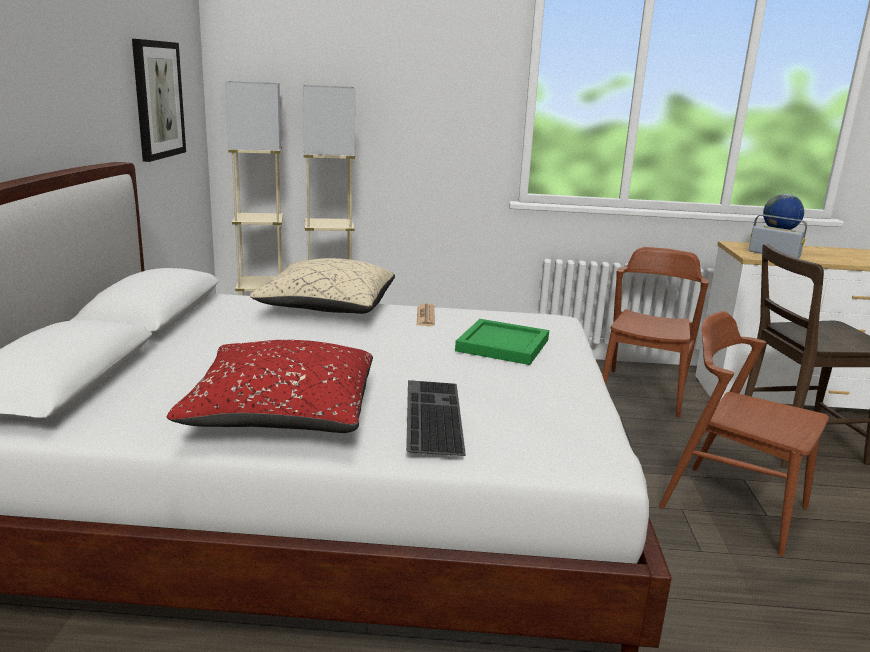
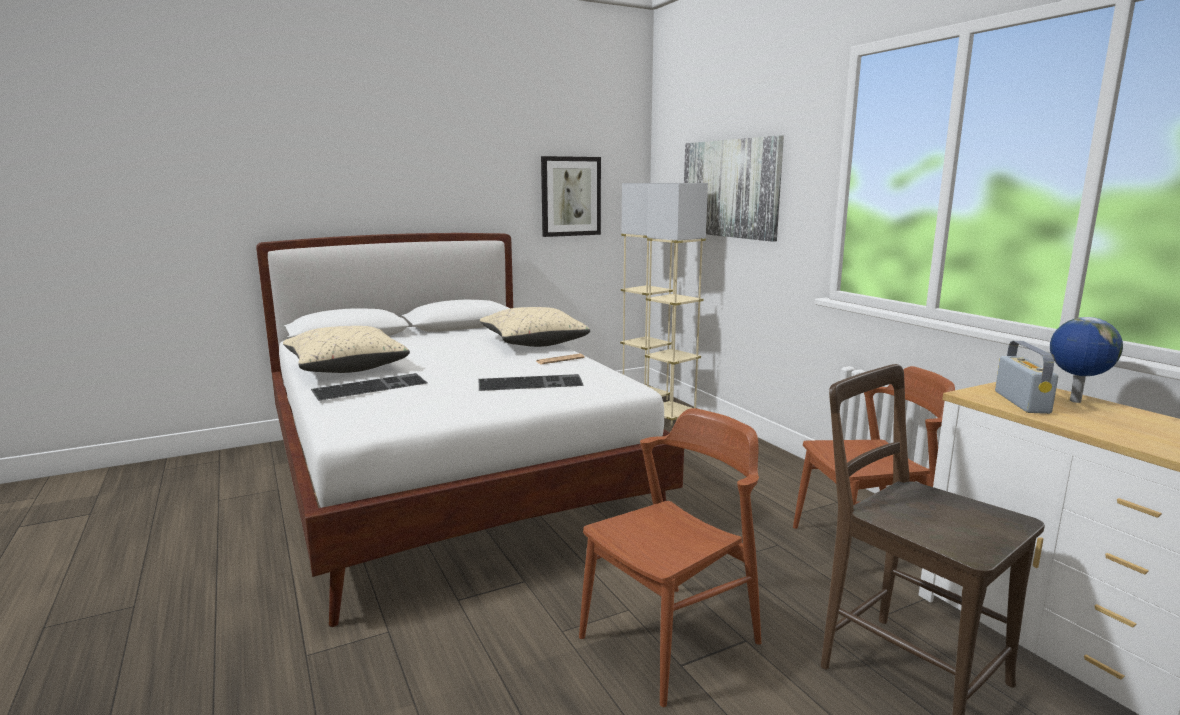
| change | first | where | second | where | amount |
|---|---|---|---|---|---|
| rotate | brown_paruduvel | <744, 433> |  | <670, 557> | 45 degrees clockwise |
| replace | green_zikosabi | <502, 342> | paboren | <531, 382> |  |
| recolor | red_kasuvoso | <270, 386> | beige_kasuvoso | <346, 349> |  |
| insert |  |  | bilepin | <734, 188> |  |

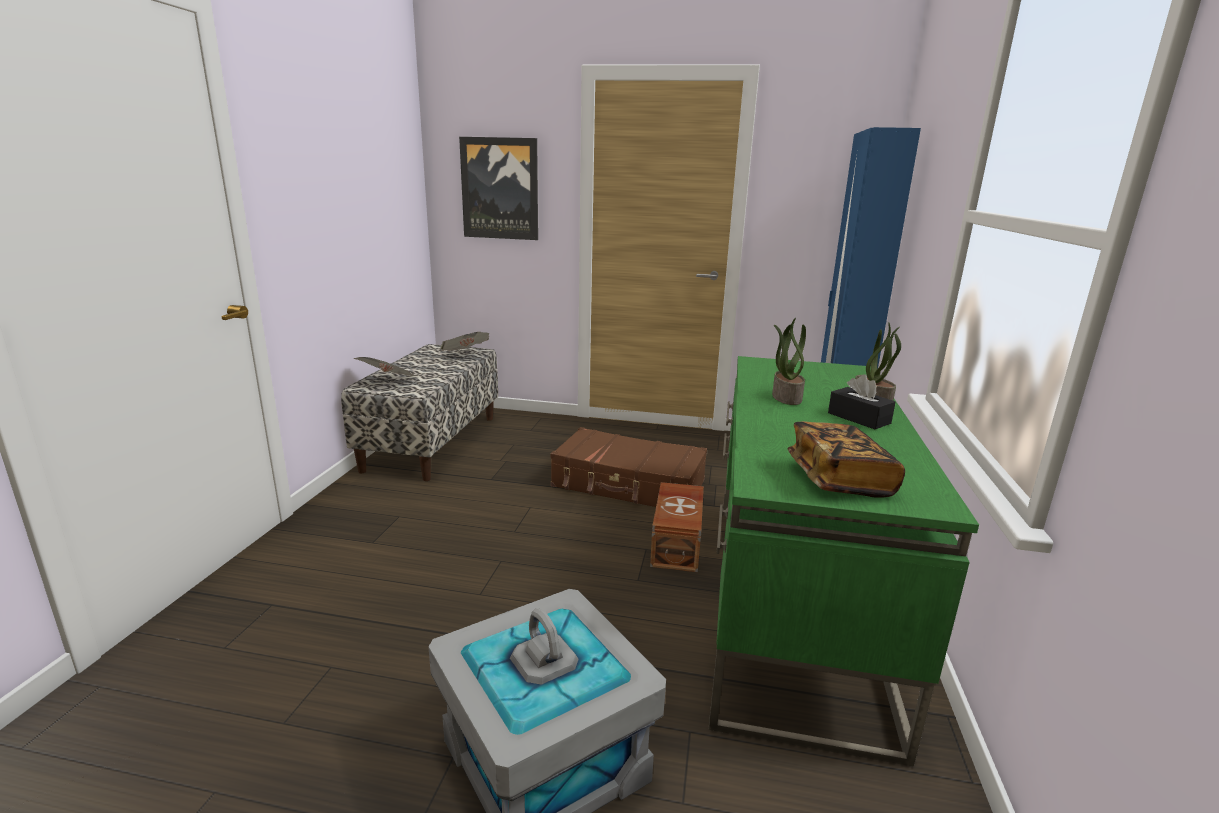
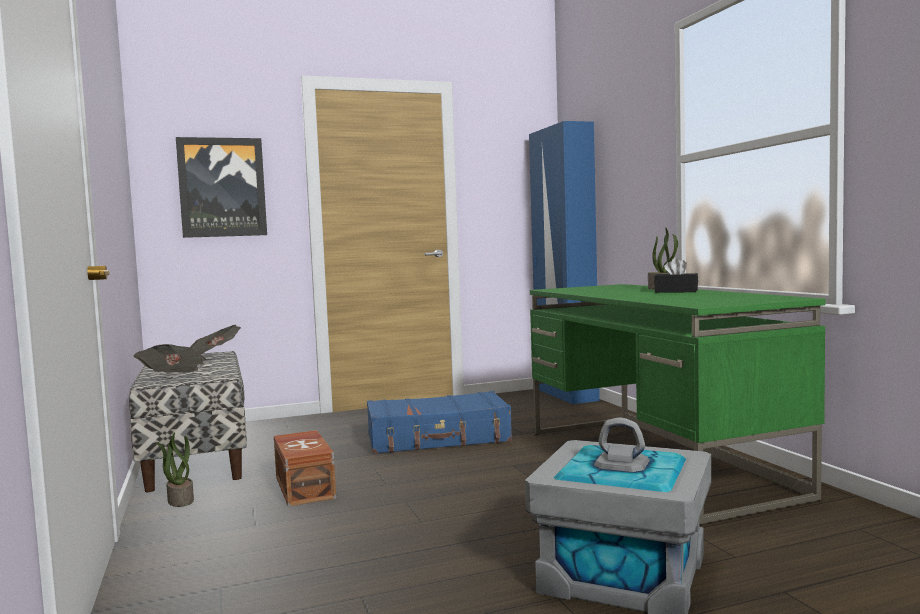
| change | first | where | second | where | amount |
|---|---|---|---|---|---|
| move | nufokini | <789, 361> |  | <174, 469> |  |
| delete | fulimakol | <846, 459> |  |  |  |
| recolor | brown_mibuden | <629, 467> | blue_mibuden | <439, 422> |  |
| move | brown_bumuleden | <677, 527> |  | <305, 468> |  |

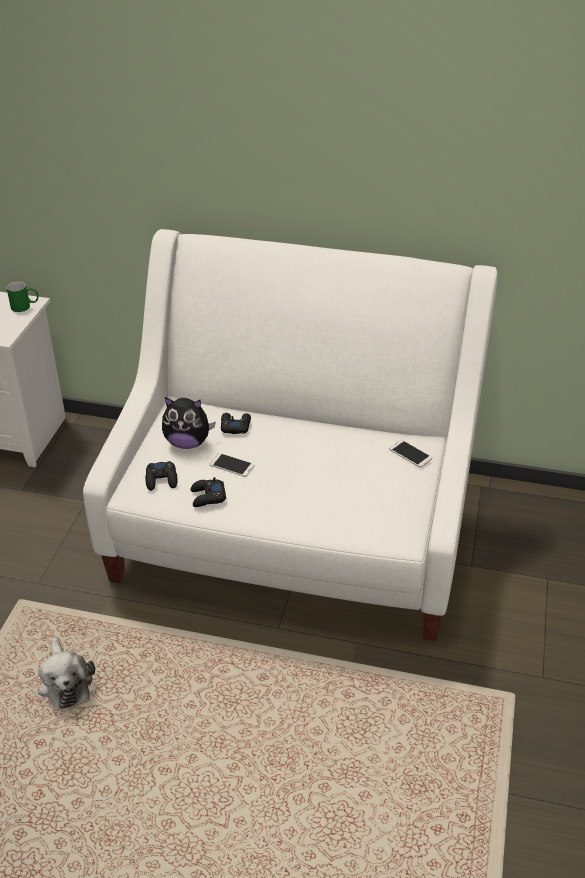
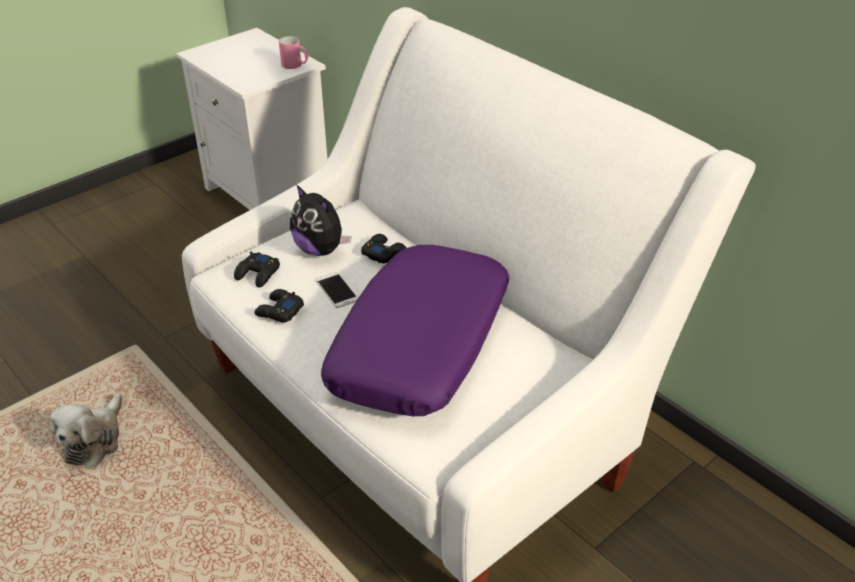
| change | first | where | second | where | amount |
|---|---|---|---|---|---|
| recolor | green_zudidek | <22, 297> | pink_zudidek | <294, 52> |  |
| delete | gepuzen | <410, 454> |  |  |  |
| insert |  |  | purple_kasuvoso | <415, 330> |  |

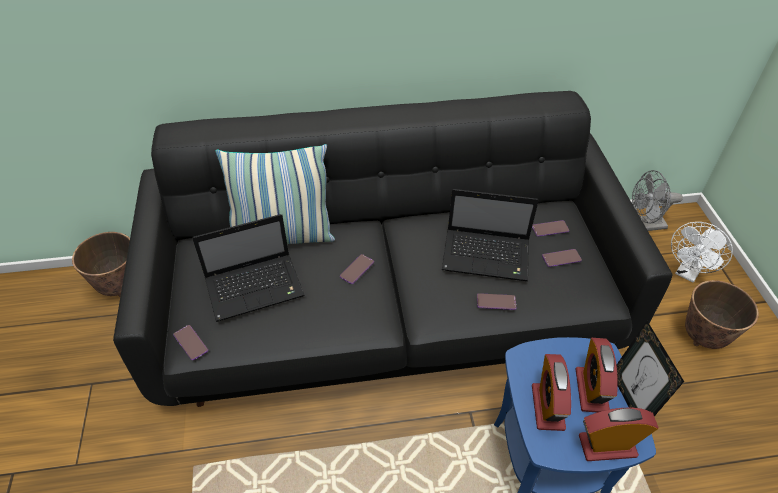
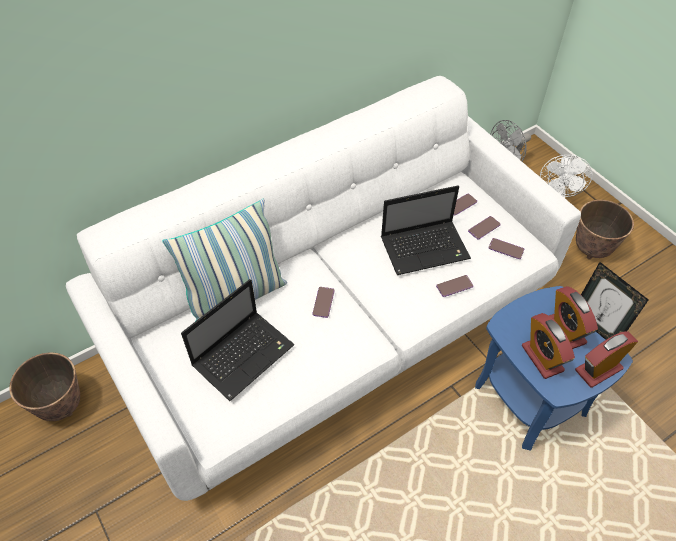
| change | first | where | second | where | amount |
|---|---|---|---|---|---|
| recolor | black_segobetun | <392, 249> | white_segobetun | <323, 288> |  |
| move | gepuzen | <191, 342> |  | <506, 248> |  |

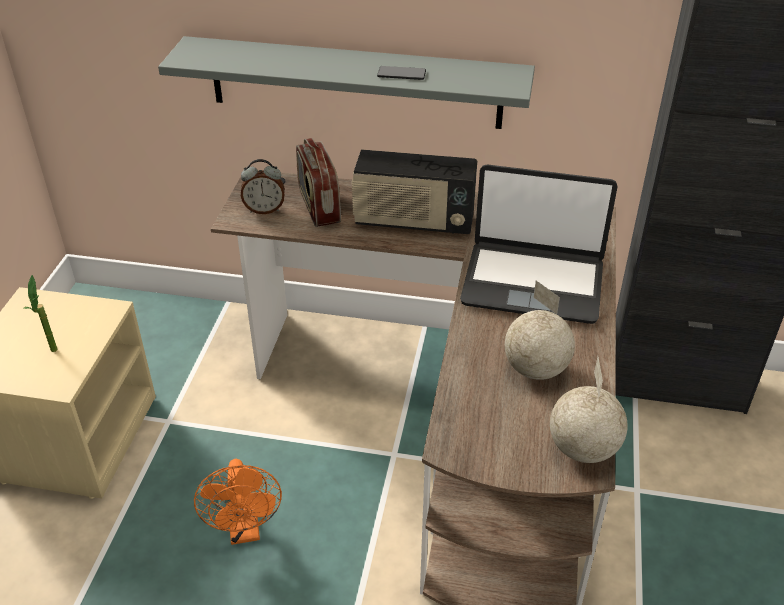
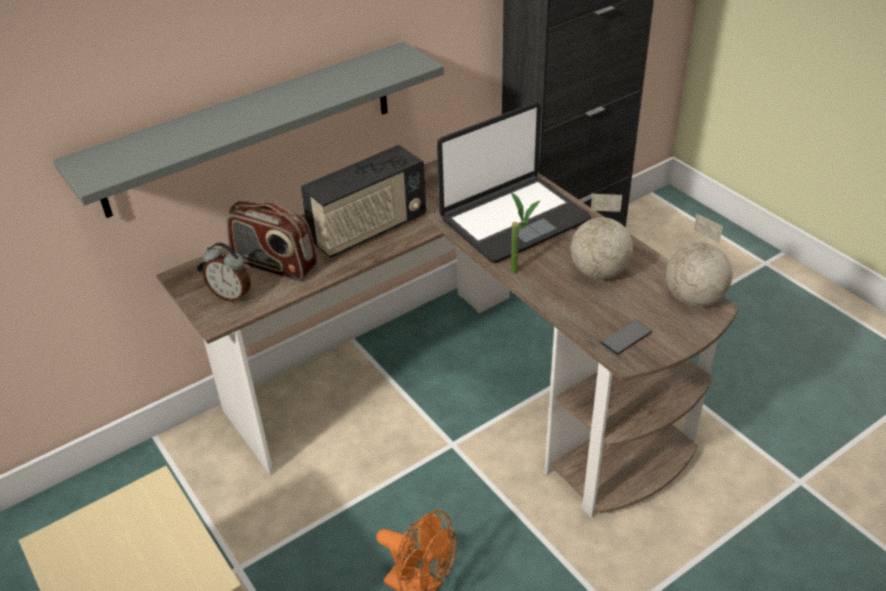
| change | first | where | second | where | amount |
|---|---|---|---|---|---|
| move | gepuzen | <401, 73> |  | <626, 337> |  |
| rotate | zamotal | <263, 186> |  | <226, 272> | 75 degrees clockwise |
| move | nufokini | <40, 313> |  | <525, 233> |  |

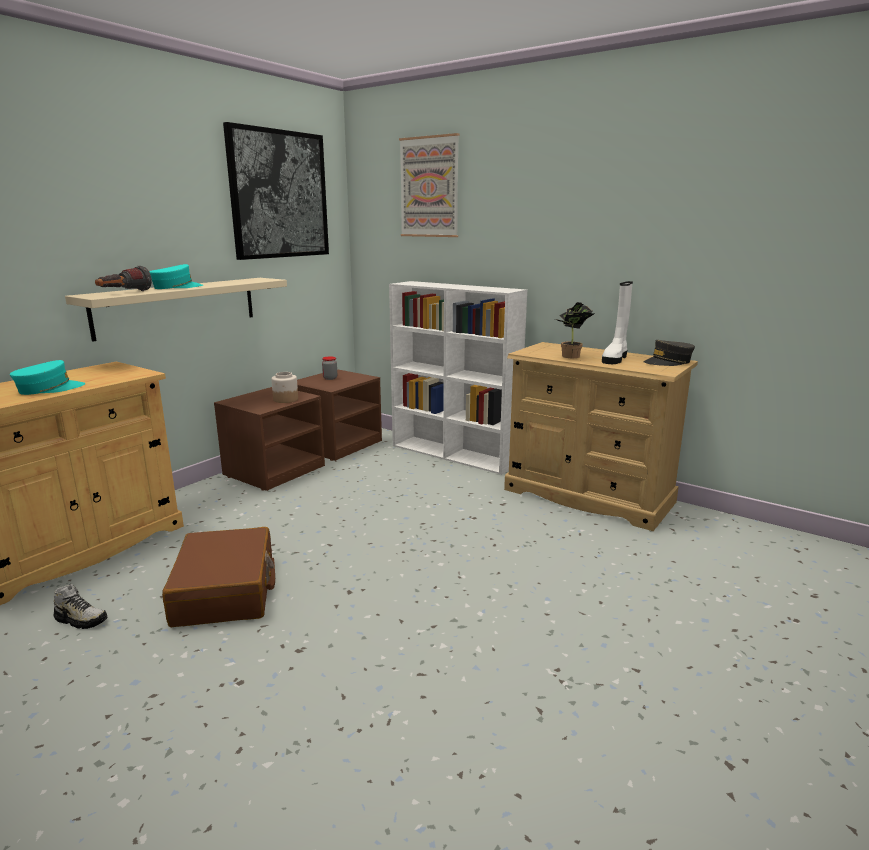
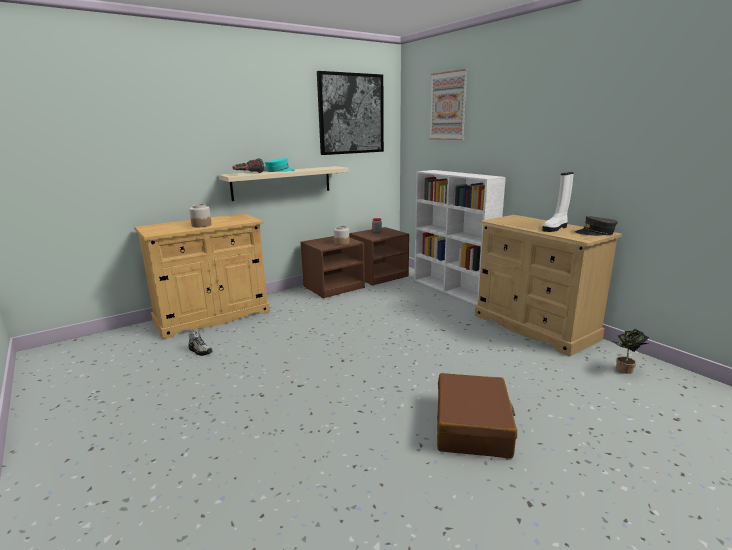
| change | first | where | second | where | amount |
|---|---|---|---|---|---|
| move | nufokini | <574, 330> |  | <630, 351> |  |
| replace | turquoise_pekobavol | <47, 377> | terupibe | <200, 215> |  |
| move | brown_mibuden | <218, 577> |  | <477, 416> |  |

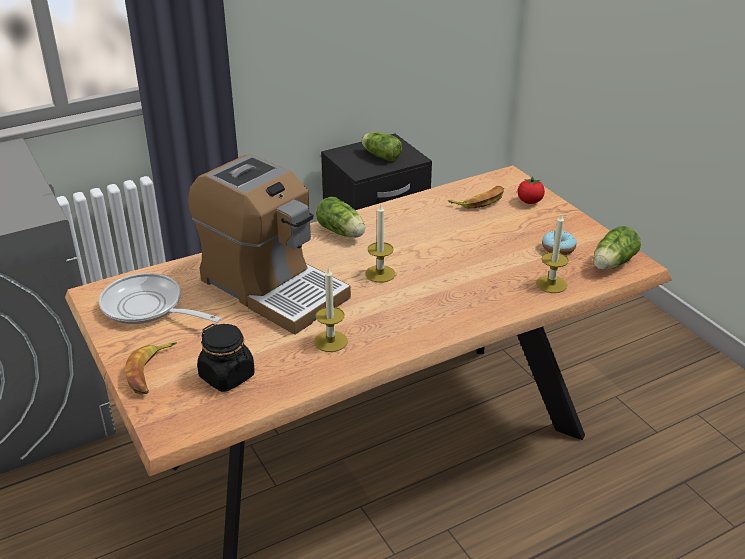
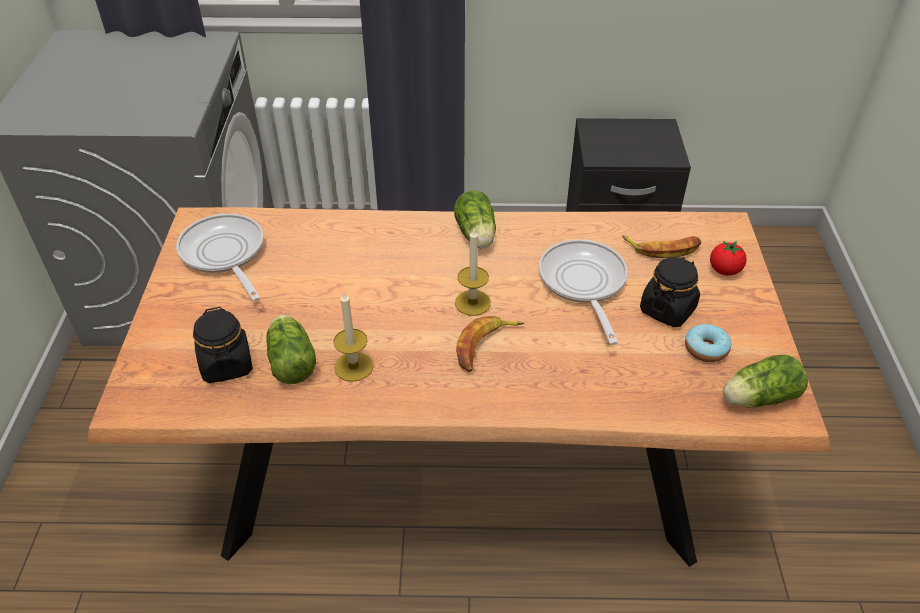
| change | first | where | second | where | amount |
|---|---|---|---|---|---|
| move | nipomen | <381, 146> |  | <291, 349> |  |
| delete | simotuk | <269, 244> |  |  |  |
| delete | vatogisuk | <552, 253> |  |  |  |
| move | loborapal | <151, 368> |  | <490, 344> |  |
| insert |  |  | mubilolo | <583, 292> |  |
| insert |  |  | black_terupibe | <670, 292> |  |

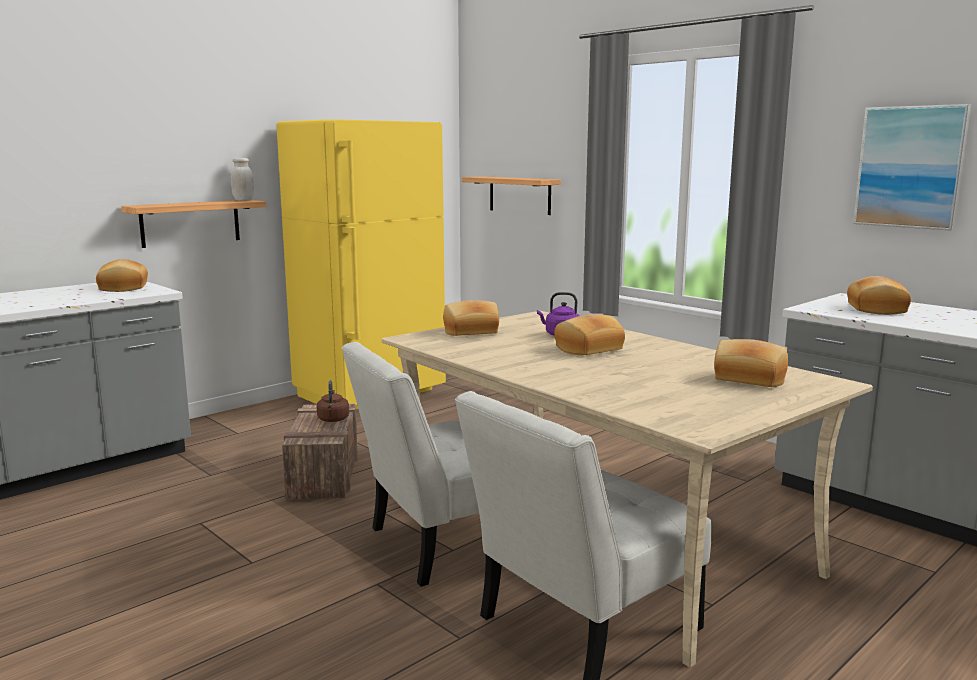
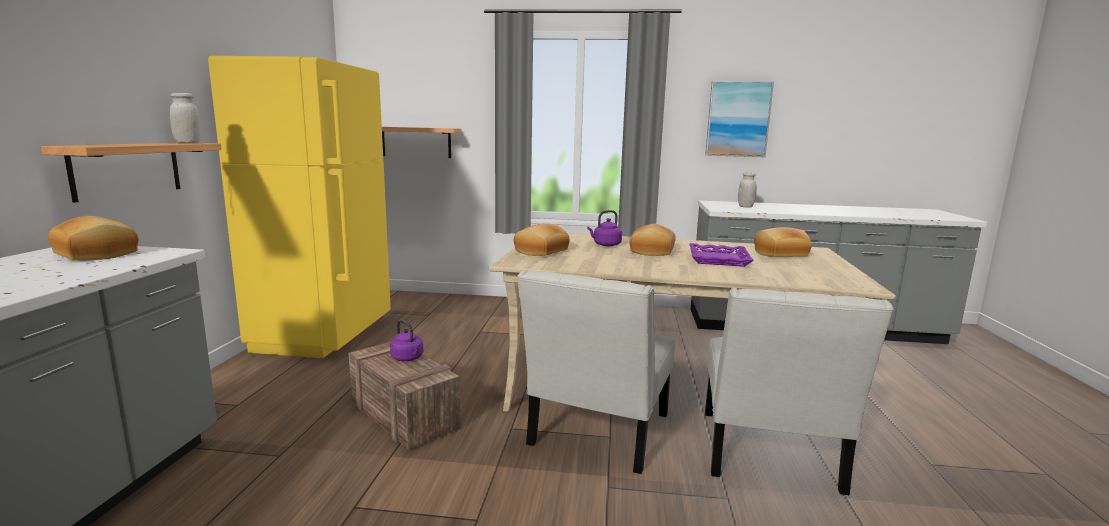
| change | first | where | second | where | amount |
|---|---|---|---|---|---|
| replace | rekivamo | <879, 295> | white_terupibe | <747, 190> |  |
| recolor | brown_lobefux | <333, 401> | purple_lobefux | <406, 340> |  |
| insert |  |  | purple_zikosabi | <721, 255> |  |

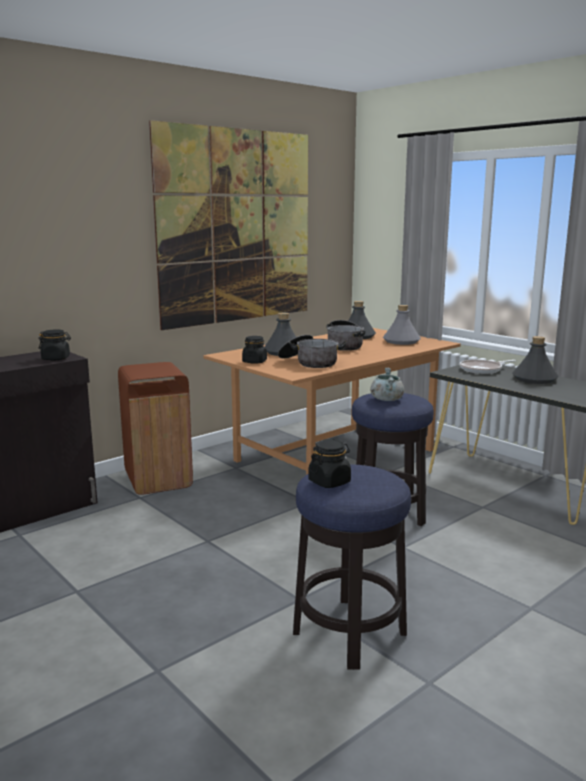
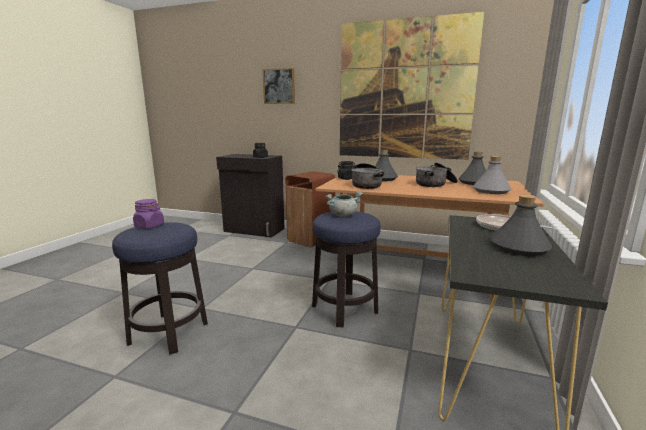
| change | first | where | second | where | amount |
|---|---|---|---|---|---|
| recolor | black_terupibe | <329, 464> | purple_terupibe | <148, 214> |  |
| insert |  |  | bilepin | <279, 86> |  |

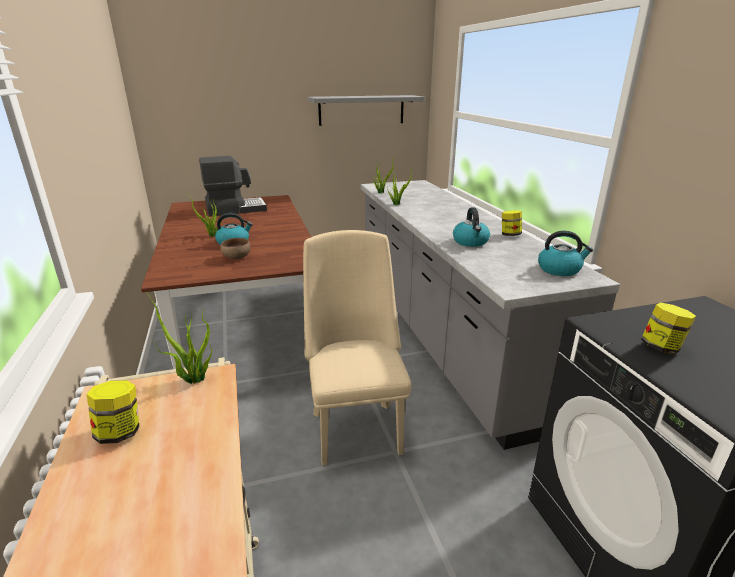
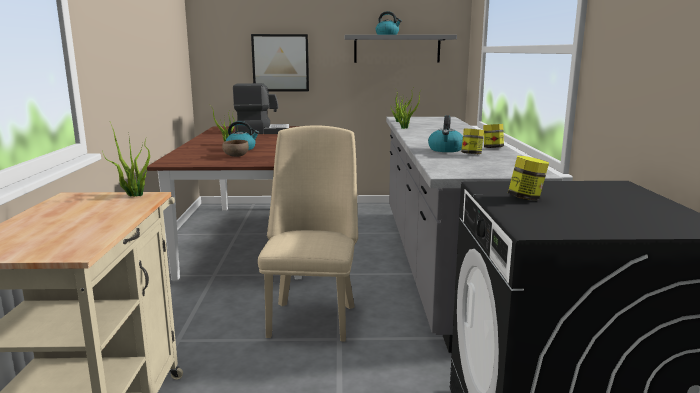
| change | first | where | second | where | amount |
|---|---|---|---|---|---|
| move | lobefux | <565, 253> |  | <389, 23> |  |
| move | terupibe | <113, 412> |  | <472, 141> |  |
| insert |  |  | bilepin | <280, 62> |  |

